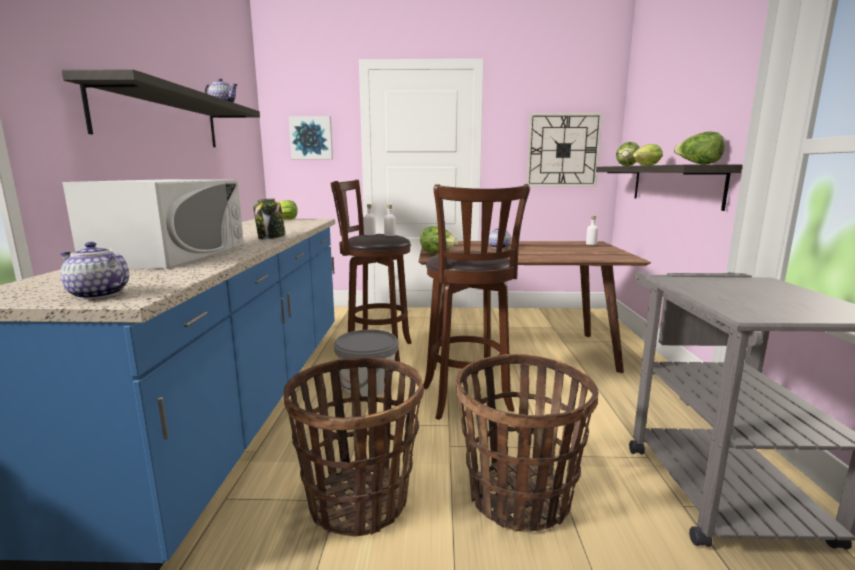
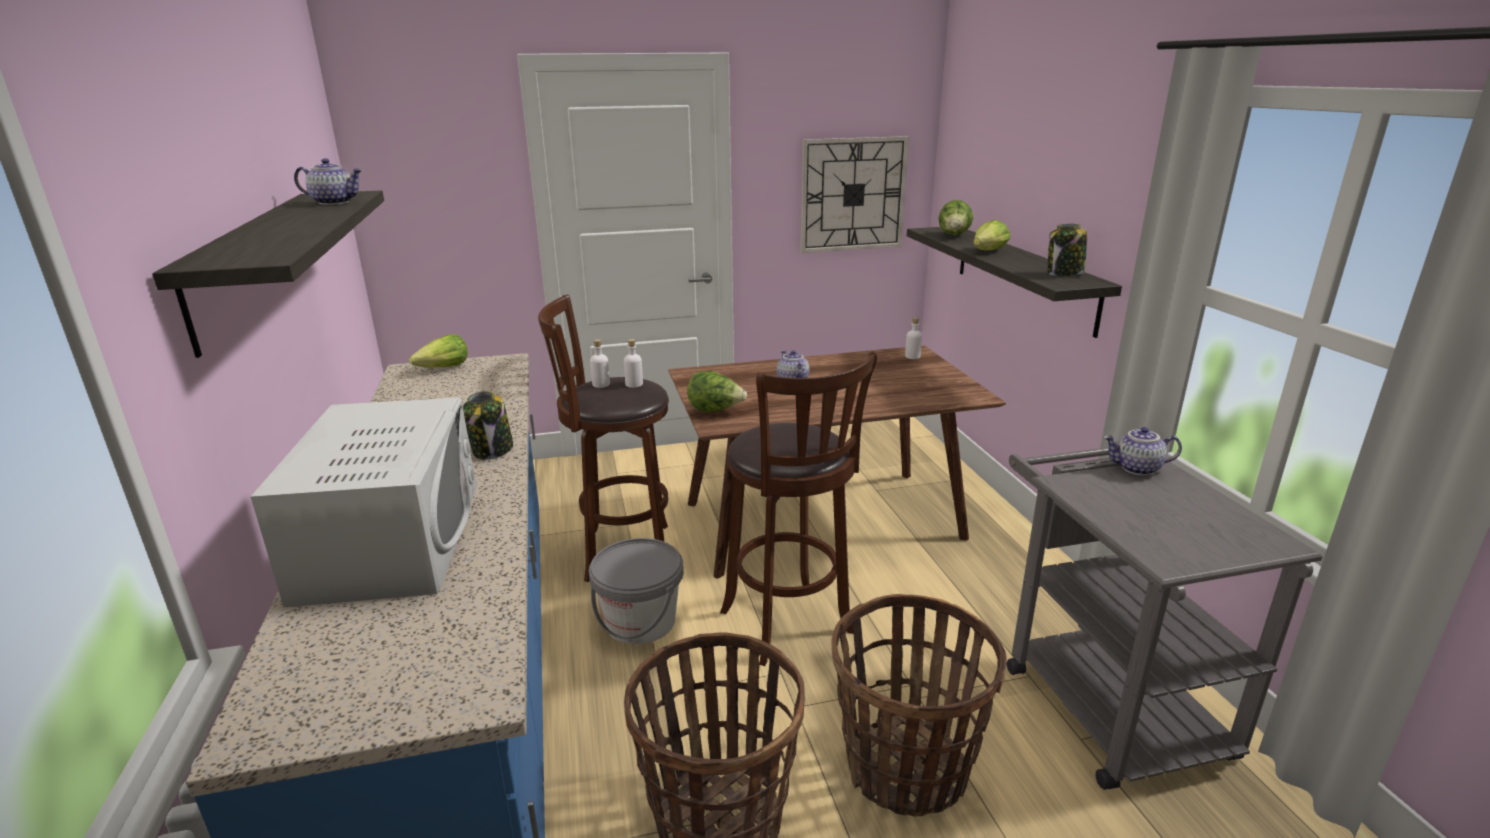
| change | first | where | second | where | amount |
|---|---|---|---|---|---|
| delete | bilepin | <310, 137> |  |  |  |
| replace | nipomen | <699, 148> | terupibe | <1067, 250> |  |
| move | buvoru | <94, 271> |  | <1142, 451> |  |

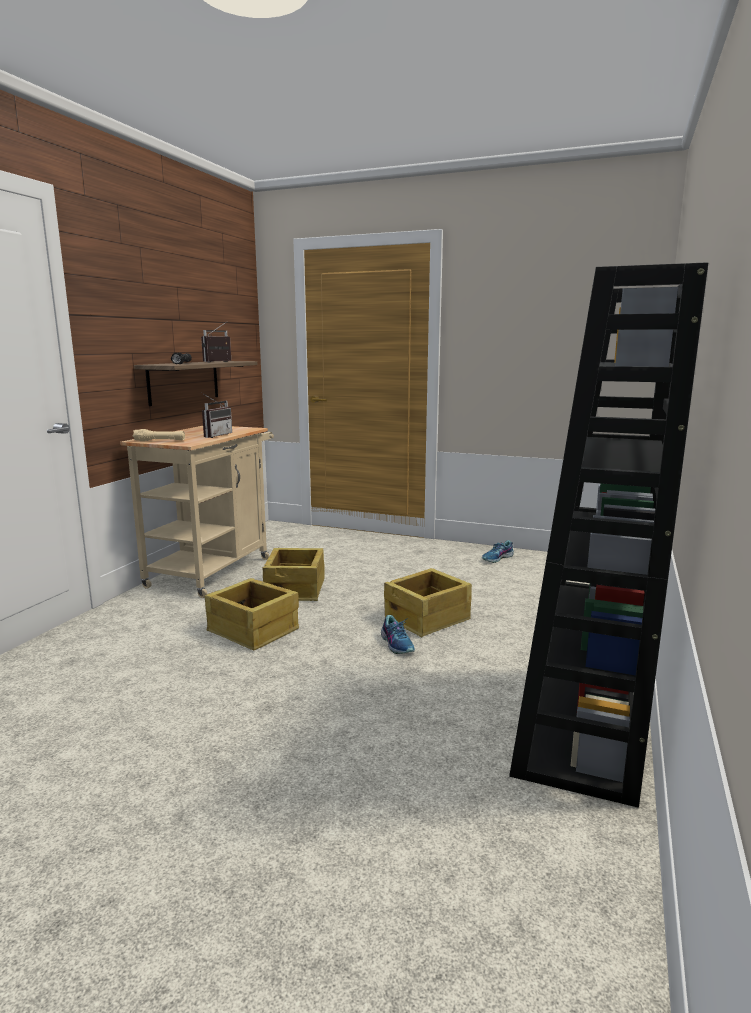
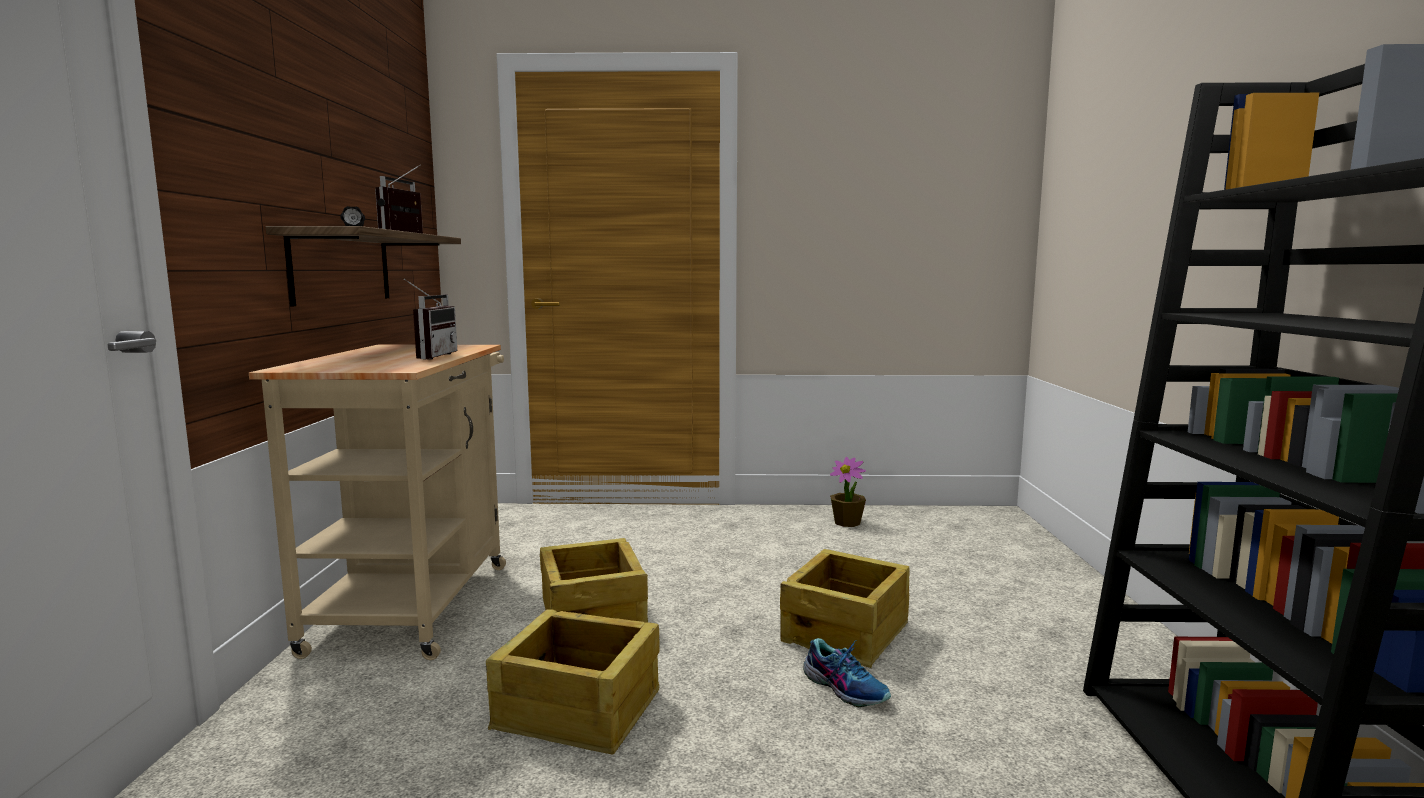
| change | first | where | second | where | amount |
|---|---|---|---|---|---|
| delete | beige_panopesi | <159, 435> |  |  |  |
| replace | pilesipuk | <498, 551> | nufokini | <848, 492> |  |

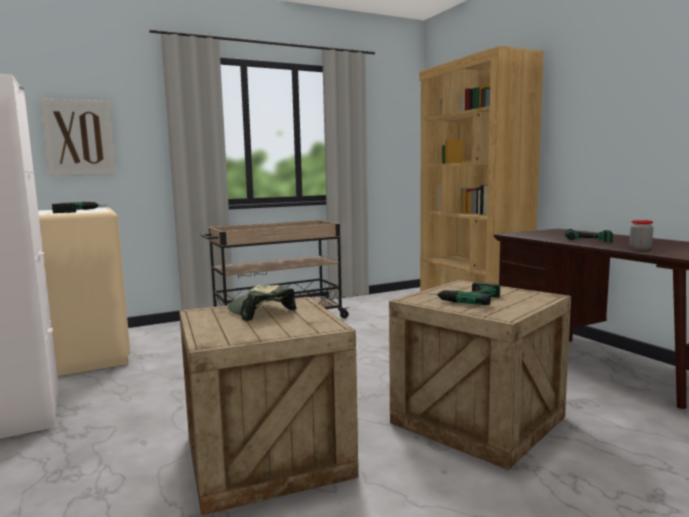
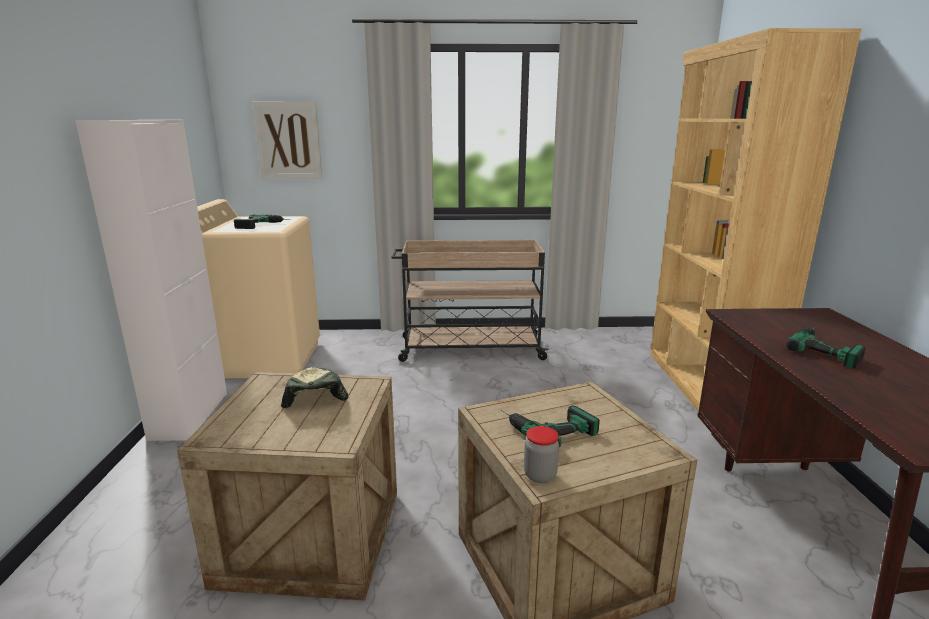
| change | first | where | second | where | amount |
|---|---|---|---|---|---|
| move | terupibe | <641, 235> |  | <541, 454> |  |

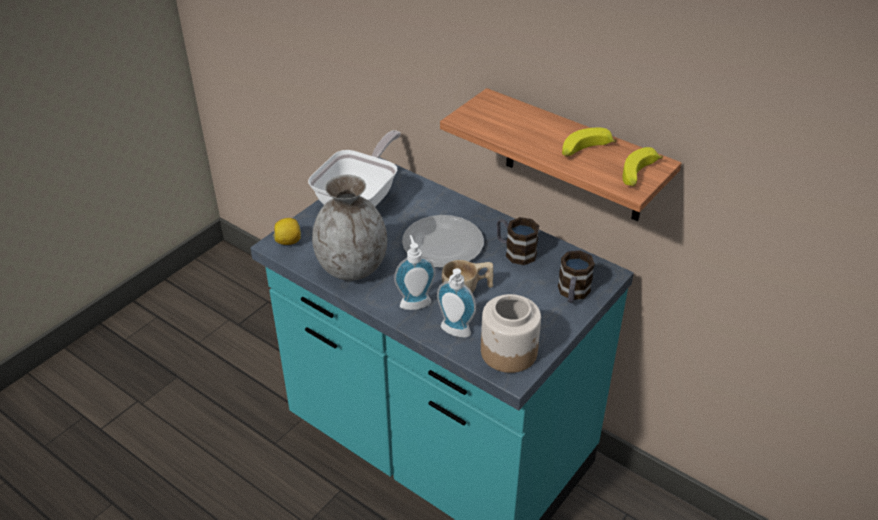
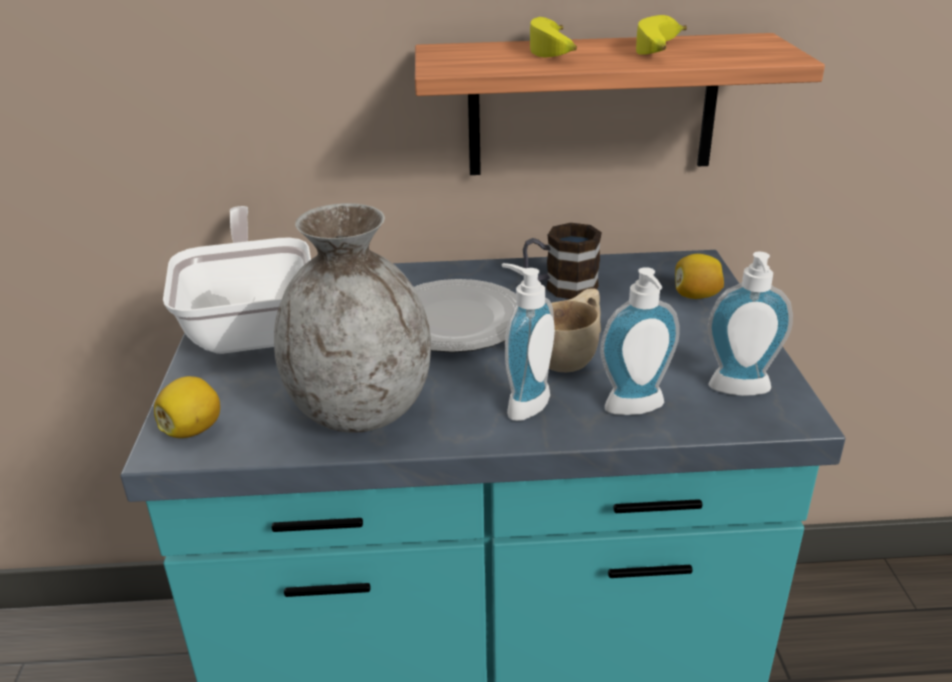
| change | first | where | second | where | amount |
|---|---|---|---|---|---|
| move | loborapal | <642, 166> |  | <553, 37> |  |
| replace | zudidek | <576, 276> | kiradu | <699, 276> |  |
| replace | terupibe | <511, 333> | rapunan | <750, 324> |  |

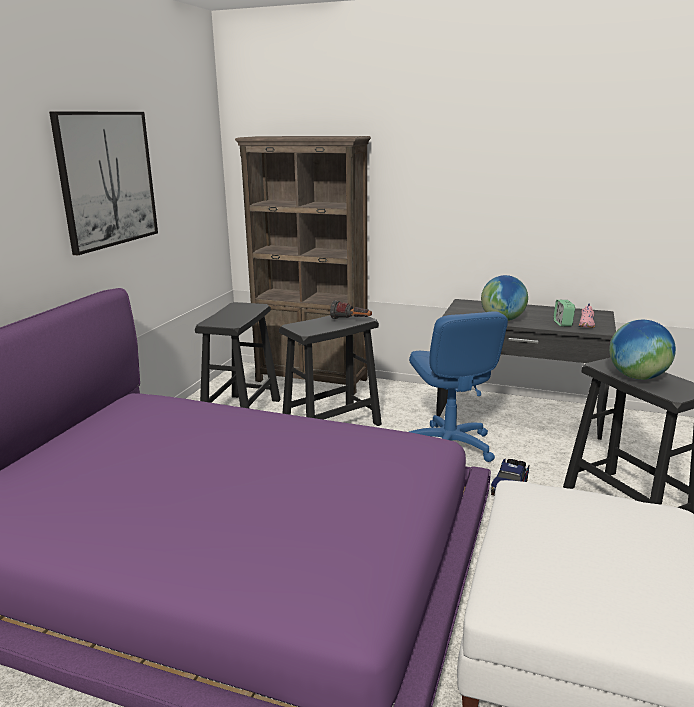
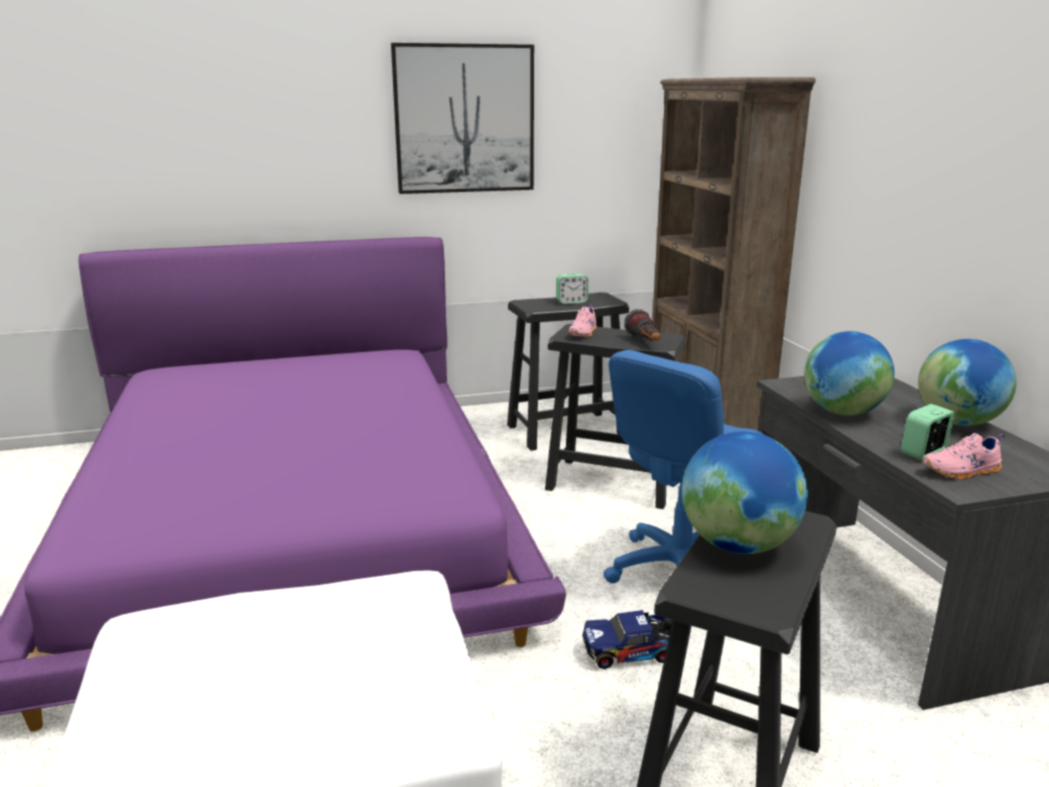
| change | first | where | second | where | amount |
|---|---|---|---|---|---|
| insert |  |  | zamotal | <572, 289> |  |
| insert |  |  | pink_pilesipuk | <582, 320> |  |
| insert |  |  | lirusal | <967, 382> |  |

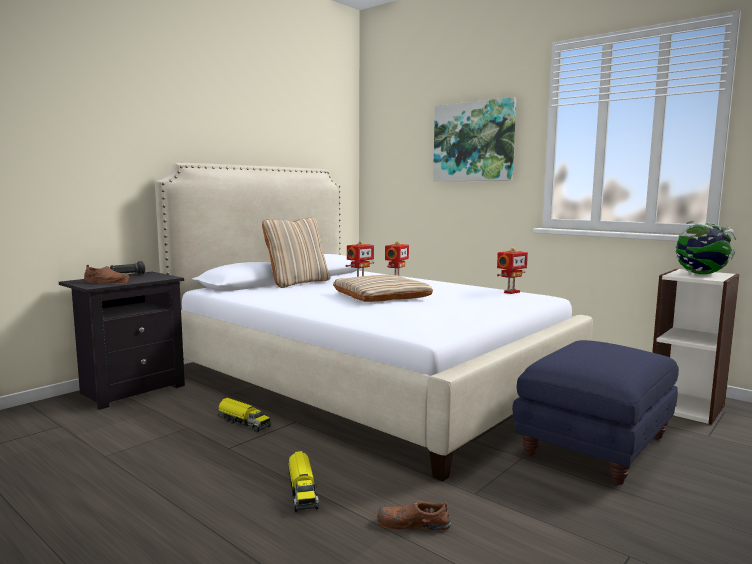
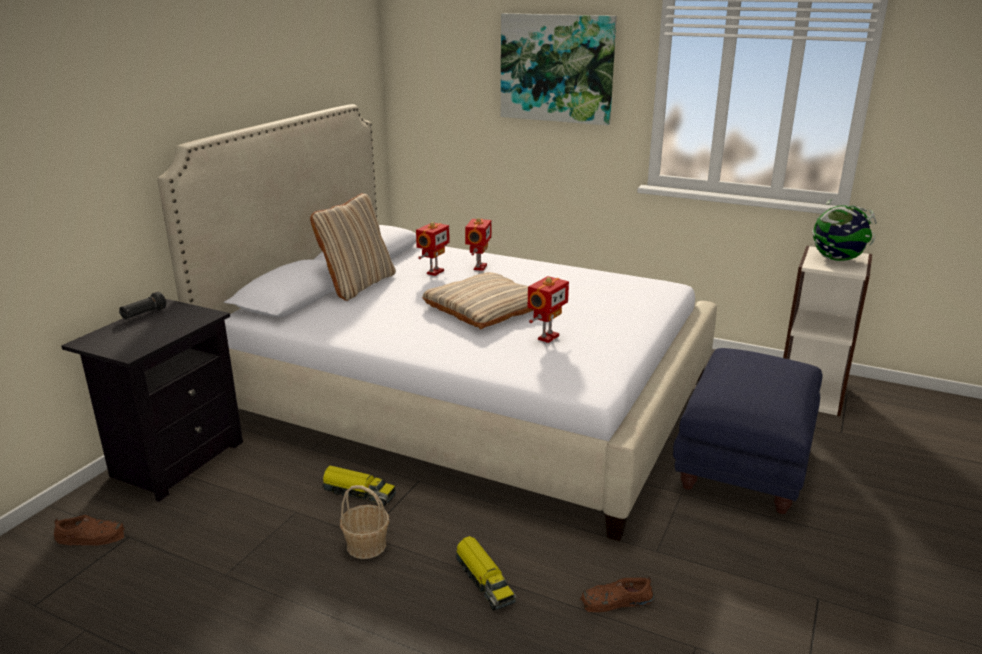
| change | first | where | second | where | amount |
|---|---|---|---|---|---|
| move | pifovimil | <512, 271> |  | <548, 309> |  |
| move | brown_pilesipuk | <107, 274> |  | <89, 530> |  |
| insert |  |  | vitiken | <364, 522> |  |

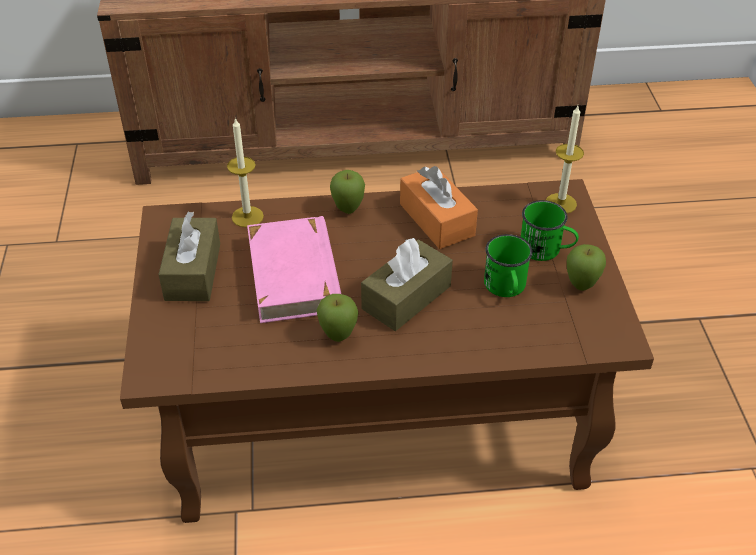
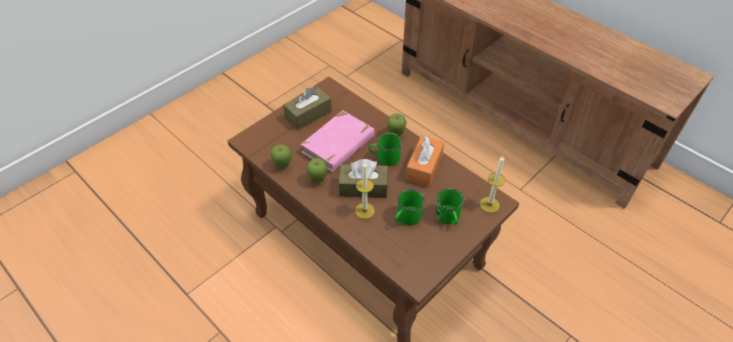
| change | first | where | second | where | amount |
|---|---|---|---|---|---|
| move | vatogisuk | <245, 172> |  | <365, 190> |  |
| move | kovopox | <586, 267> |  | <281, 157> |  |
| insert |  |  | green_zudidek | <385, 149> |  |

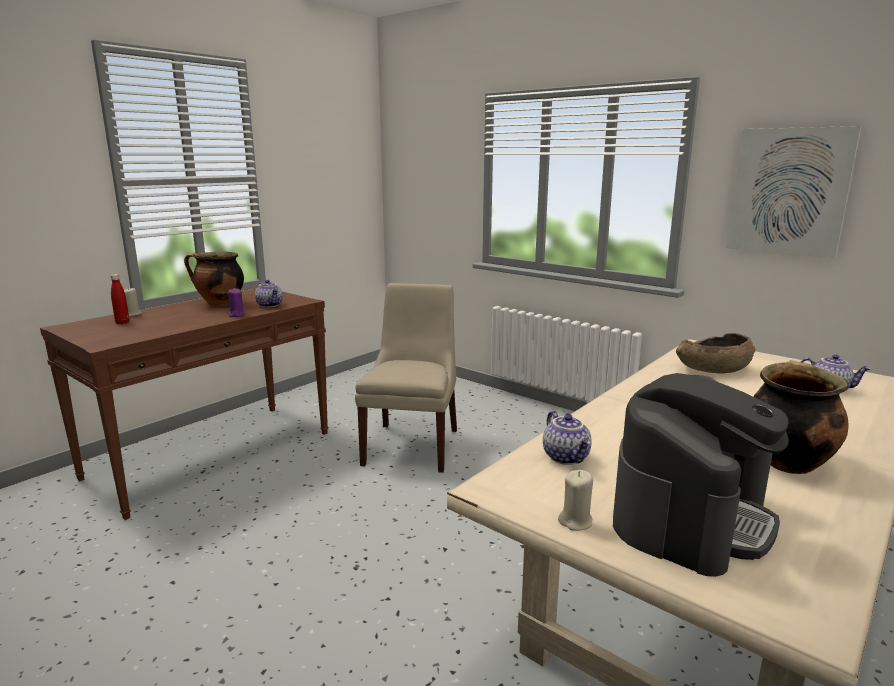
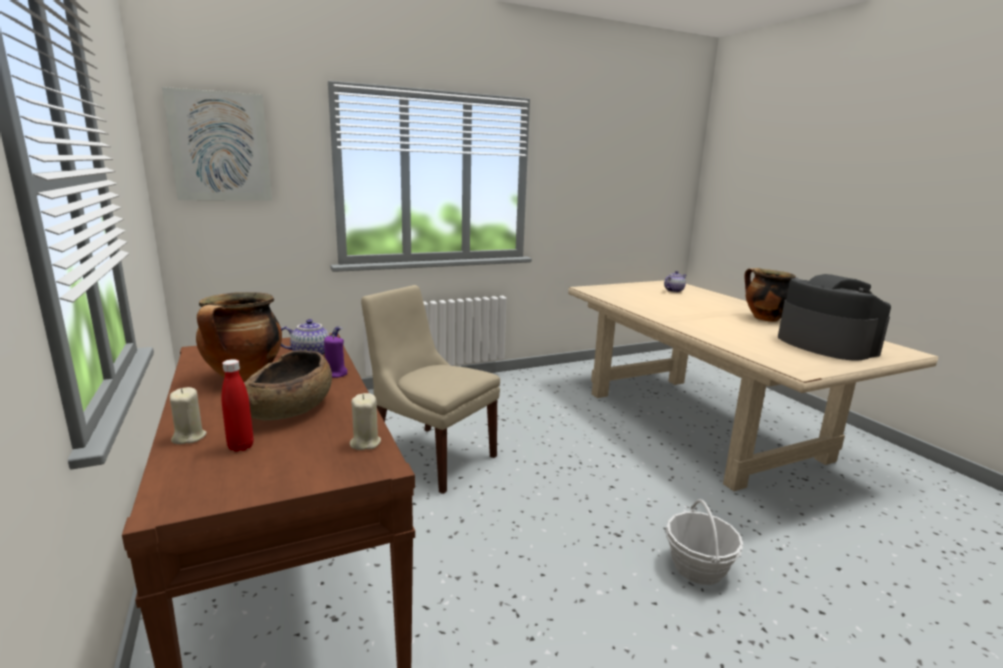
| change | first | where | second | where | amount |
|---|---|---|---|---|---|
| move | bilepin | <794, 192> |  | <217, 144> |  |
| move | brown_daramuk | <715, 353> |  | <288, 385> |  |
| delete | buvoru | <567, 438> |  |  |  |
| move | beige_vatogisuk | <575, 500> |  | <365, 421> |  |
| insert |  |  | vitiken | <704, 542> |  |

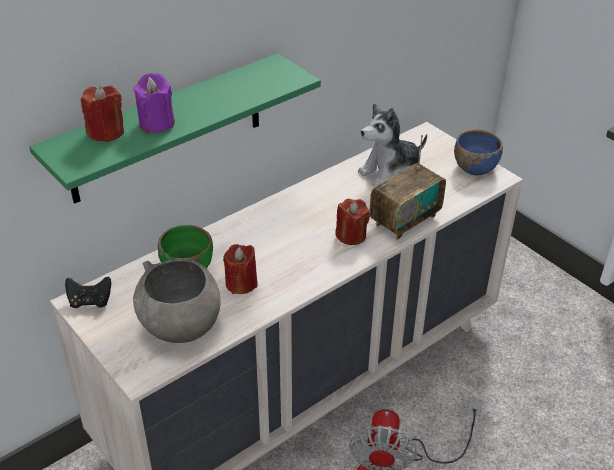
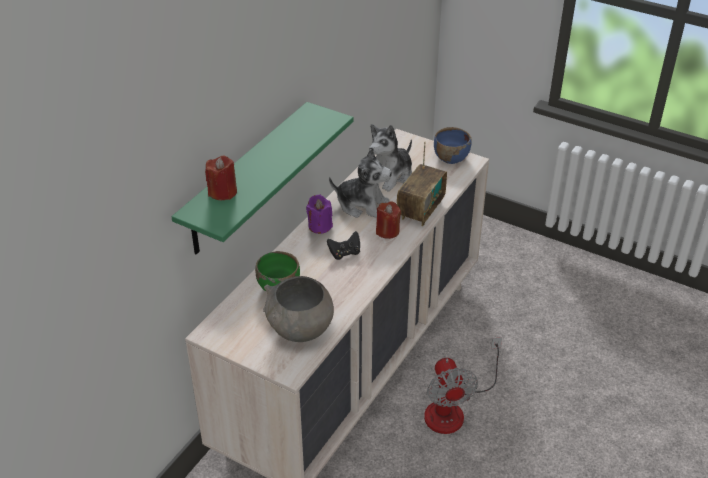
| change | first | where | second | where | amount |
|---|---|---|---|---|---|
| move | purple_vatogisuk | <154, 103> |  | <319, 214> |  |
| delete | red_vatogisuk | <240, 269> |  |  |  |
| move | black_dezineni | <88, 292> |  | <343, 245> |  |
| insert |  |  | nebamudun | <360, 183> |  |

